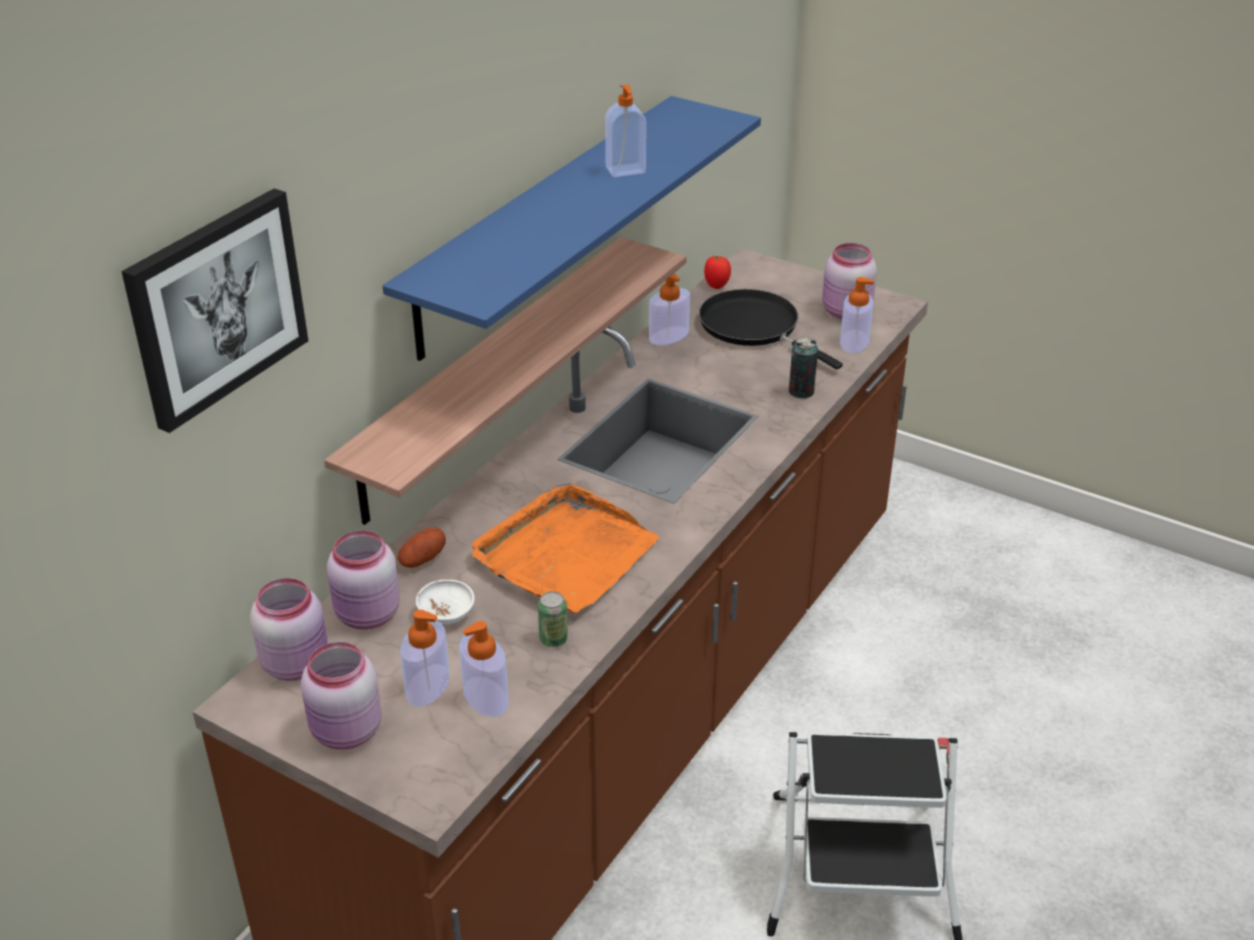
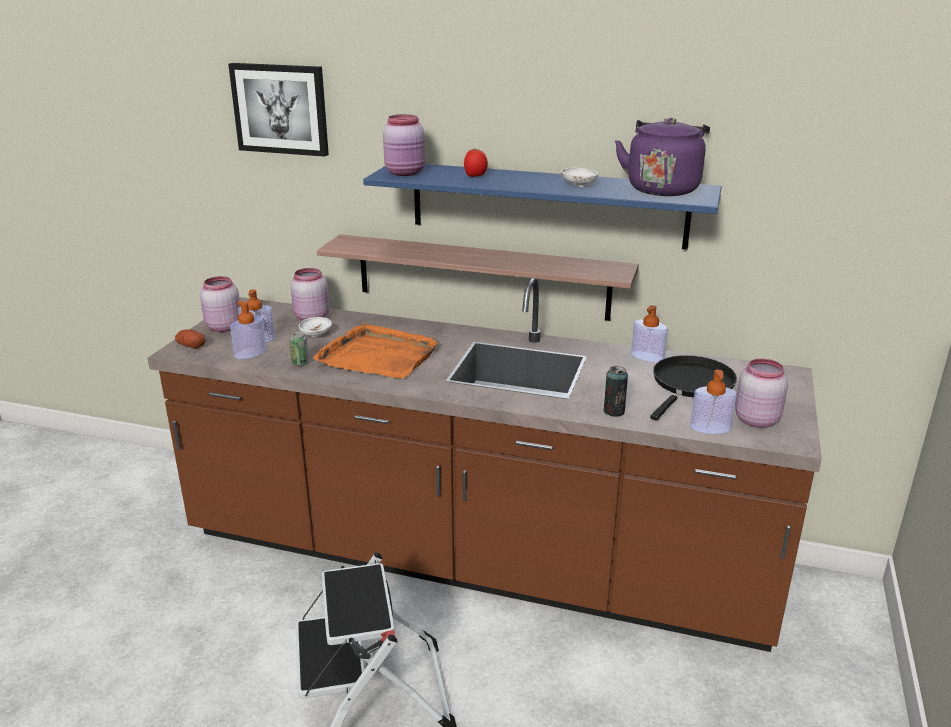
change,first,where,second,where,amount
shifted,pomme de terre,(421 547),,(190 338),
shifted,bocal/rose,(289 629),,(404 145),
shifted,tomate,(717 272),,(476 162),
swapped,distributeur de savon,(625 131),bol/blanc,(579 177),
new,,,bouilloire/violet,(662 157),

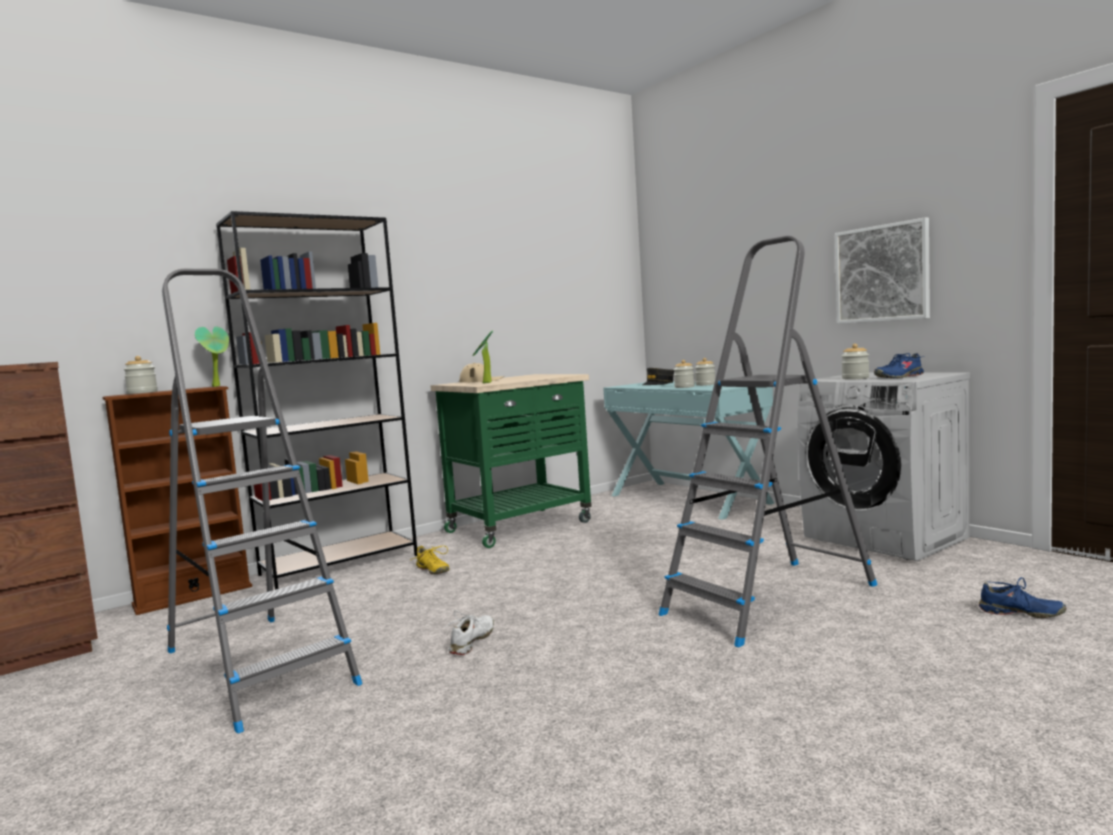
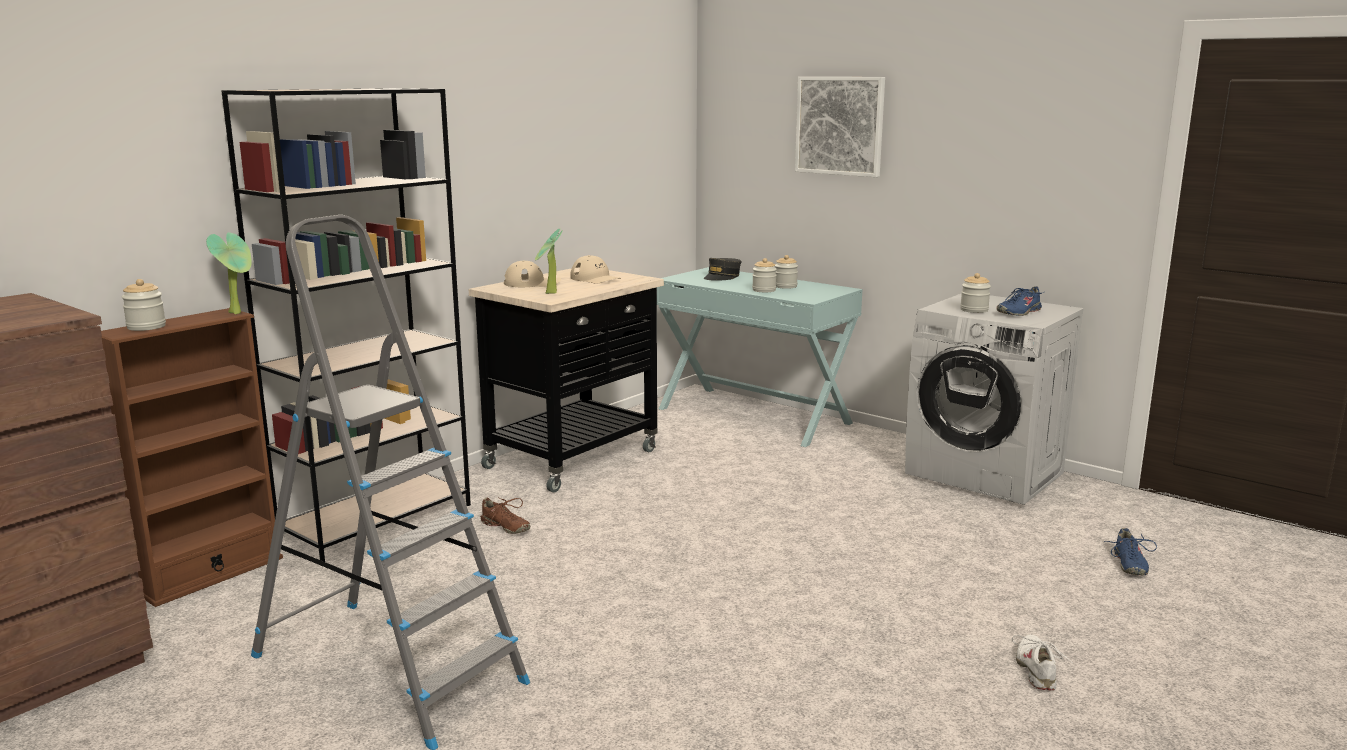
change,first,where,second,where,amount
repainted,chariot/vert,(511 461),chariot/noir,(566 379),
repainted,chaussure/jaune,(430 560),chaussure/marron,(505 515),
new,,,casquette/beige,(595 269),
shifted,tableau,(882 270),,(840 127),
shifted,chaussure/blanc,(469 632),,(1042 662),
rotated,chaussure/bleu,(1023 597),,(1130 552),90 degrees clockwise
gone,escabeau/gris,(767 441),,,

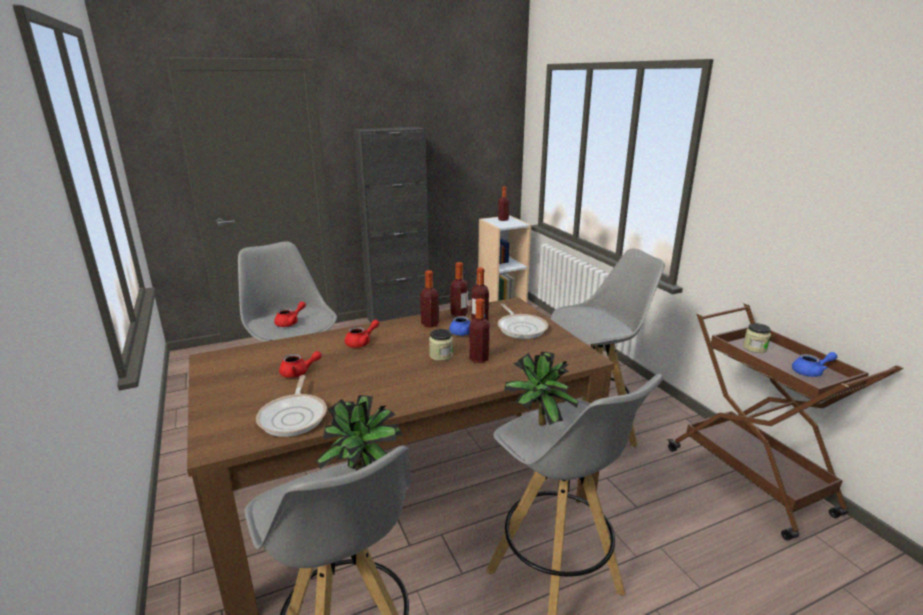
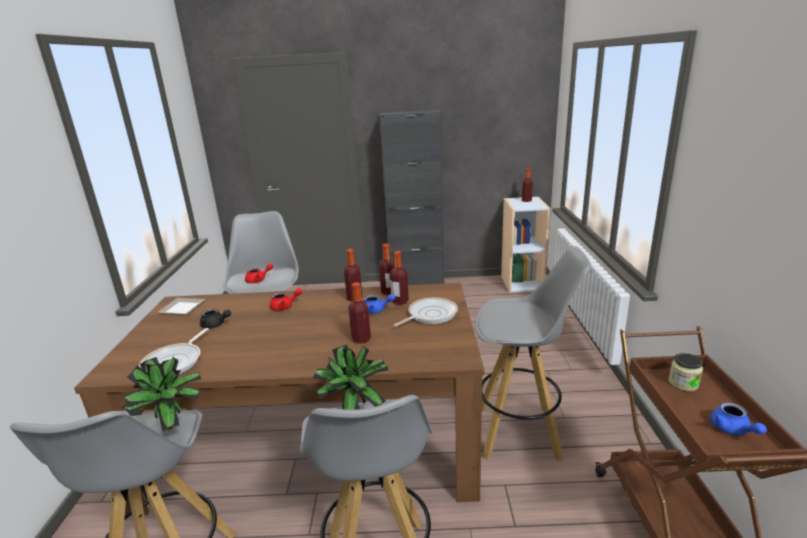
change,first,where,second,where,amount
new,,,assiette,(181 306),
repainted,théière/rouge,(300 364),théière/noir,(215 318),
rotated,poêle,(523 321),,(426 312),135 degrees counterclockwise
rotated,théière/bleu,(814 364),,(739 418),60 degrees clockwise
gone,bocal,(441 345),,,

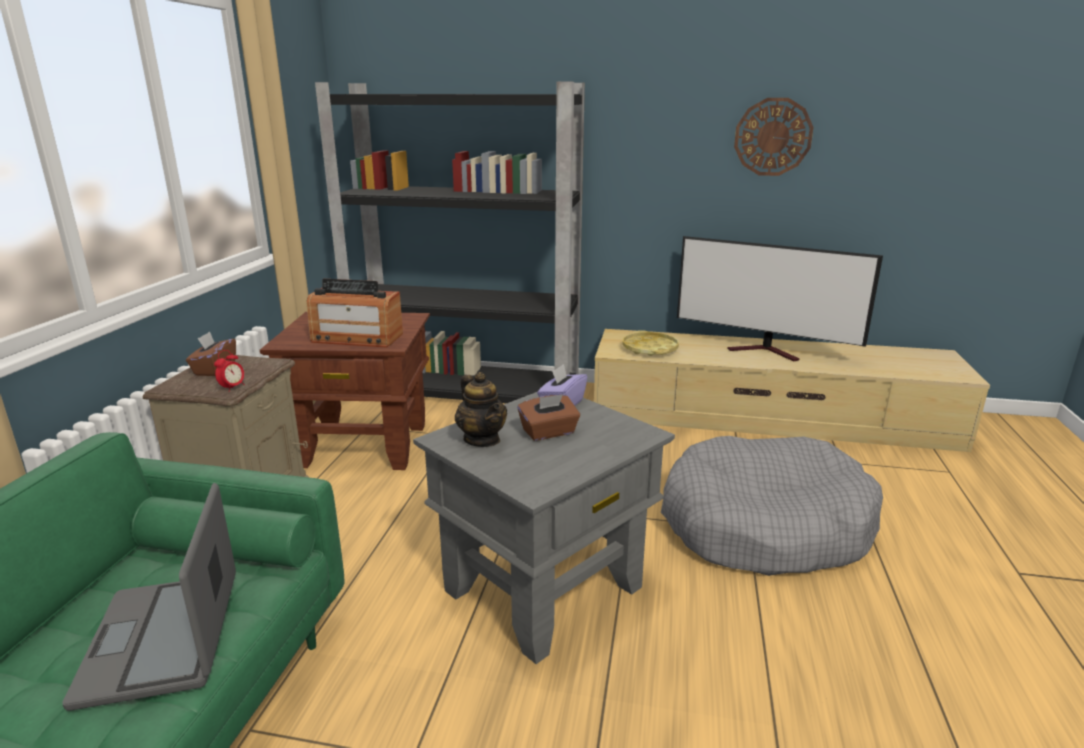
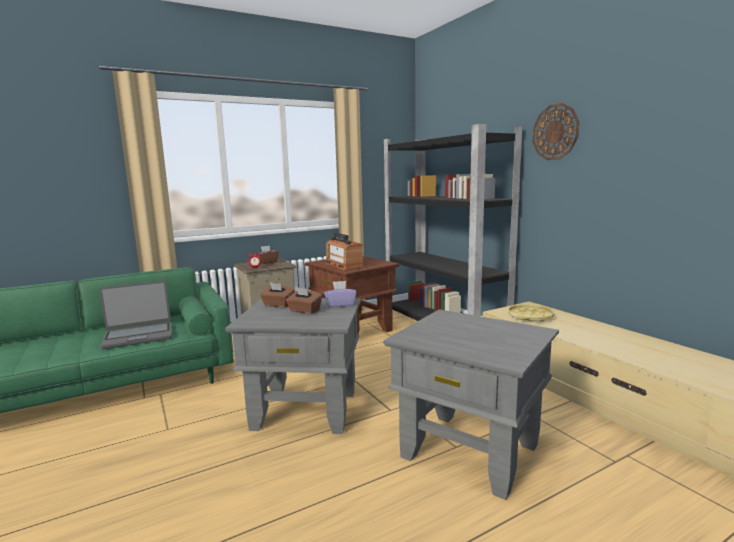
change,first,where,second,where,amount
rotated,ordinateur portable,(149 597),,(135 315),150 degrees counterclockwise
swapped,théière,(481 409),boîte à mouchoirs/marron,(277 295),
swapped,panier pour chien/gris,(772 506),table d'appoint/gris,(471 404),
shifted,horloge murale,(774 137),,(555 131),
gone,téléviseur,(780 299),,,

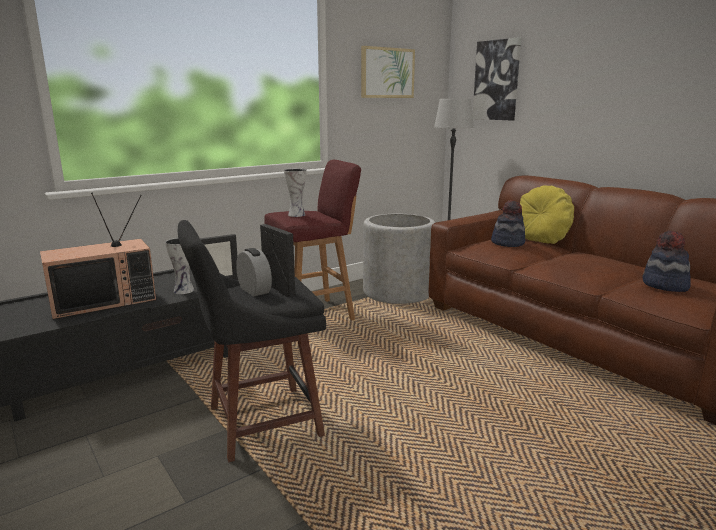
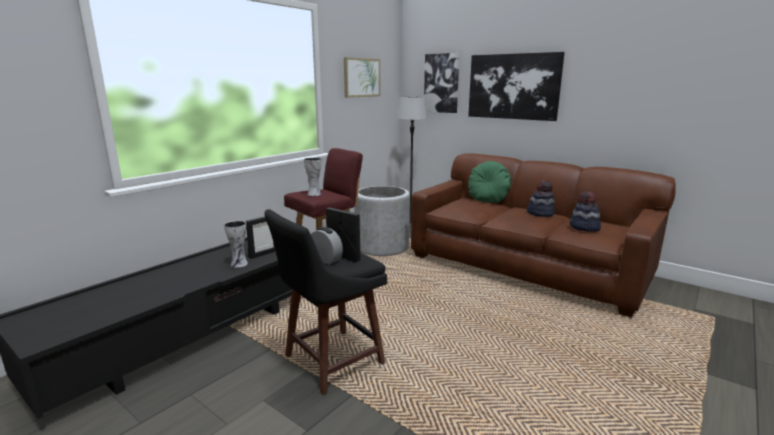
change,first,where,second,where,amount
new,,,tableau,(516 86),
repainted,coussin/jaune,(547 214),coussin/vert,(489 182),
shifted,chapeau,(508 223),,(541 198),
gone,téléviseur,(98 256),,,

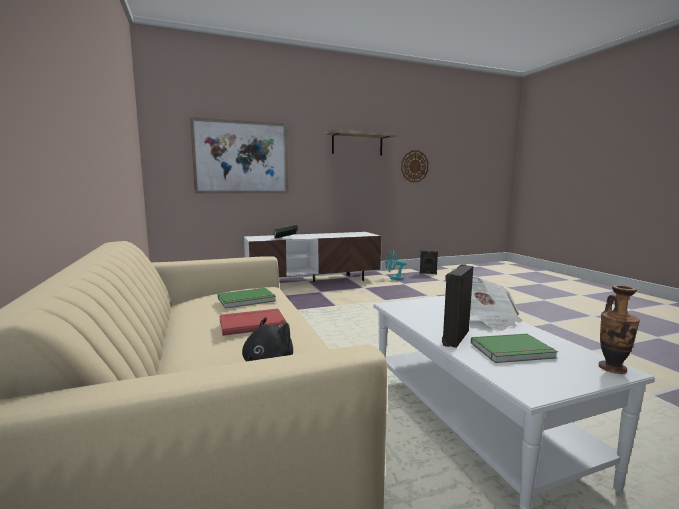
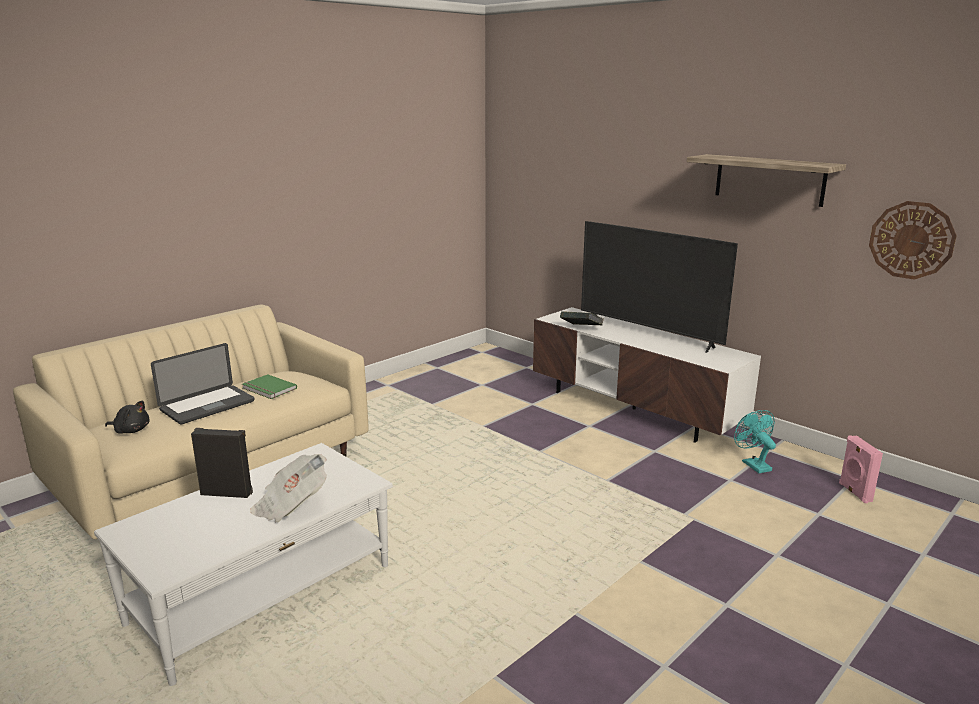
change,first,where,second,where,amount
swapped,livre/rouge,(253 322),ordinateur portable,(203 383),
new,,,téléviseur,(659 287),
repainted,enceinte/noir,(429 262),enceinte/rose,(861 469),
gone,tableau,(239 155),,,
gone,livre/vert,(514 348),,,
gone,vase,(619 329),,,

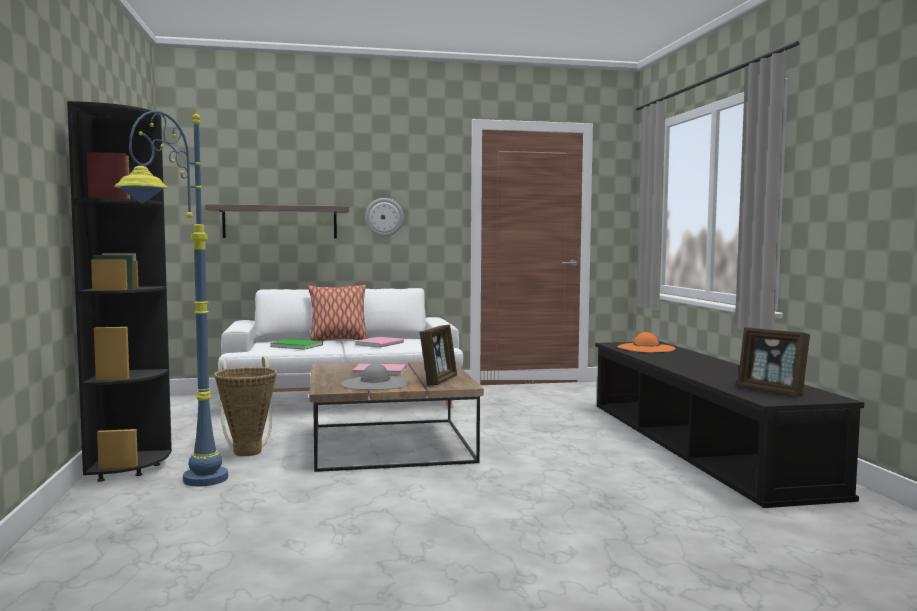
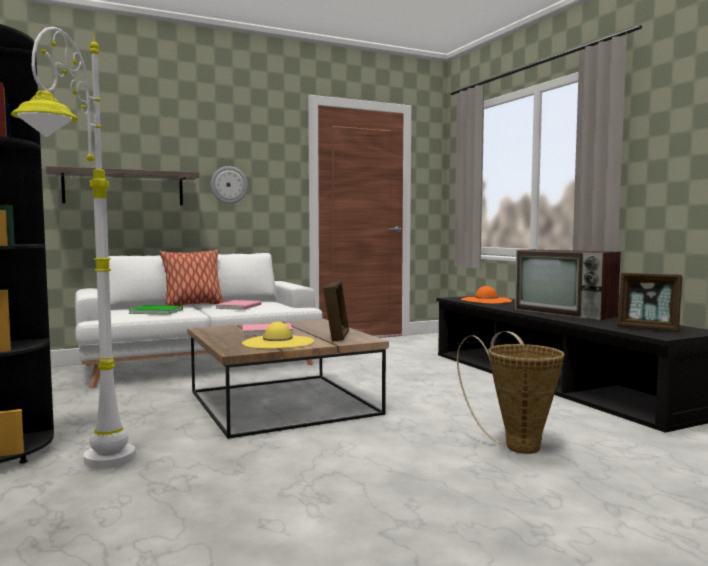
change,first,where,second,where,amount
repainted,lampadaire/bleu,(171 296),lampadaire/blanc,(73 248),
repainted,chapeau/gris,(375 376),chapeau/jaune,(278 335),
shifted,panier,(245 406),,(510 392),
new,,,téléviseur,(568 284),

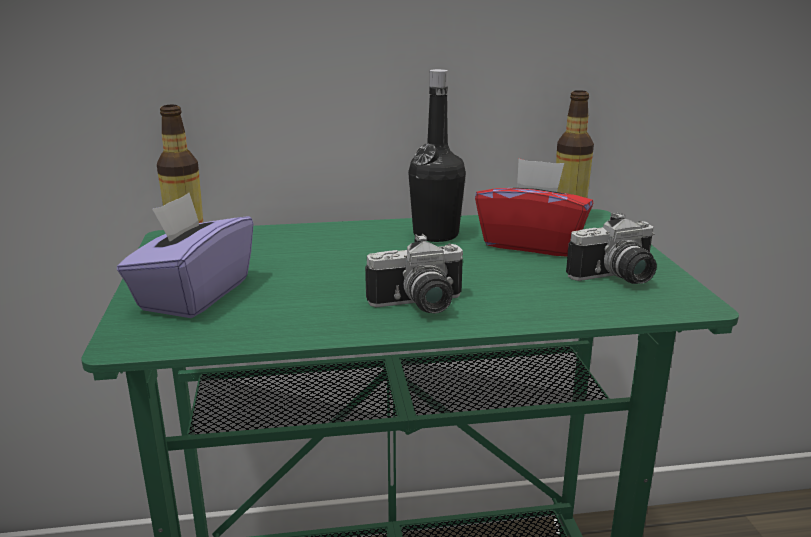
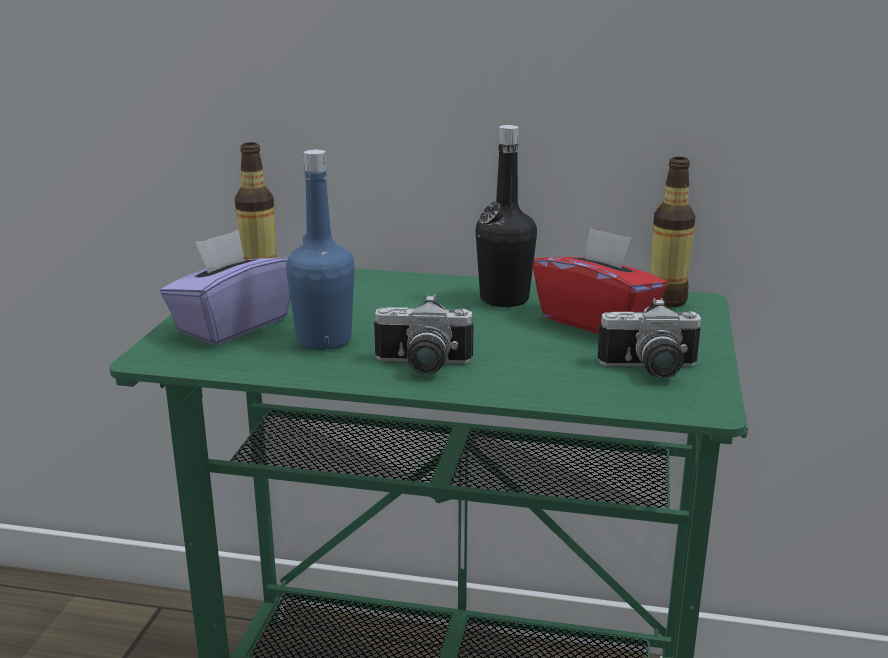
change,first,where,second,where,amount
new,,,bouteille/bleu,(320 249),

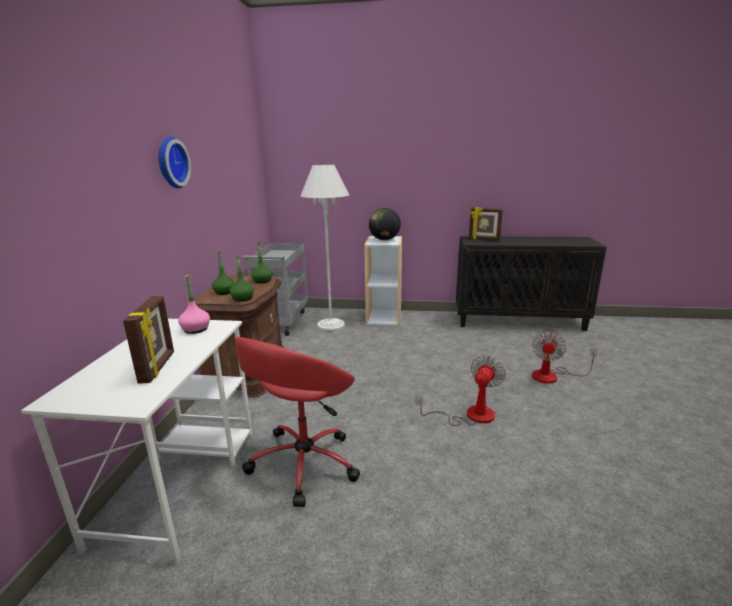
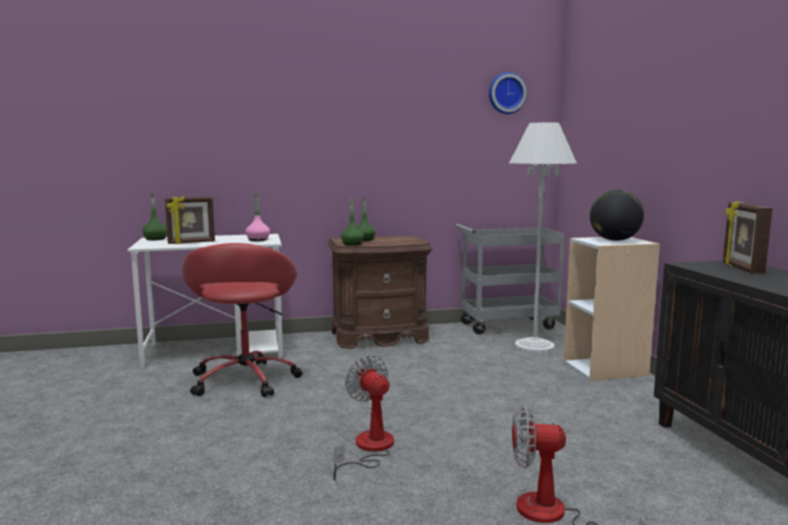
change,first,where,second,where,amount
shifted,bouteille/vert,(261 262),,(154 217),
rotated,chaise de bureau/rouge,(297 421),,(242 320),105 degrees counterclockwise
rotated,ventilateur,(461 390),,(363 417),135 degrees counterclockwise
shifted,horloge murale,(174 163),,(508 93),

